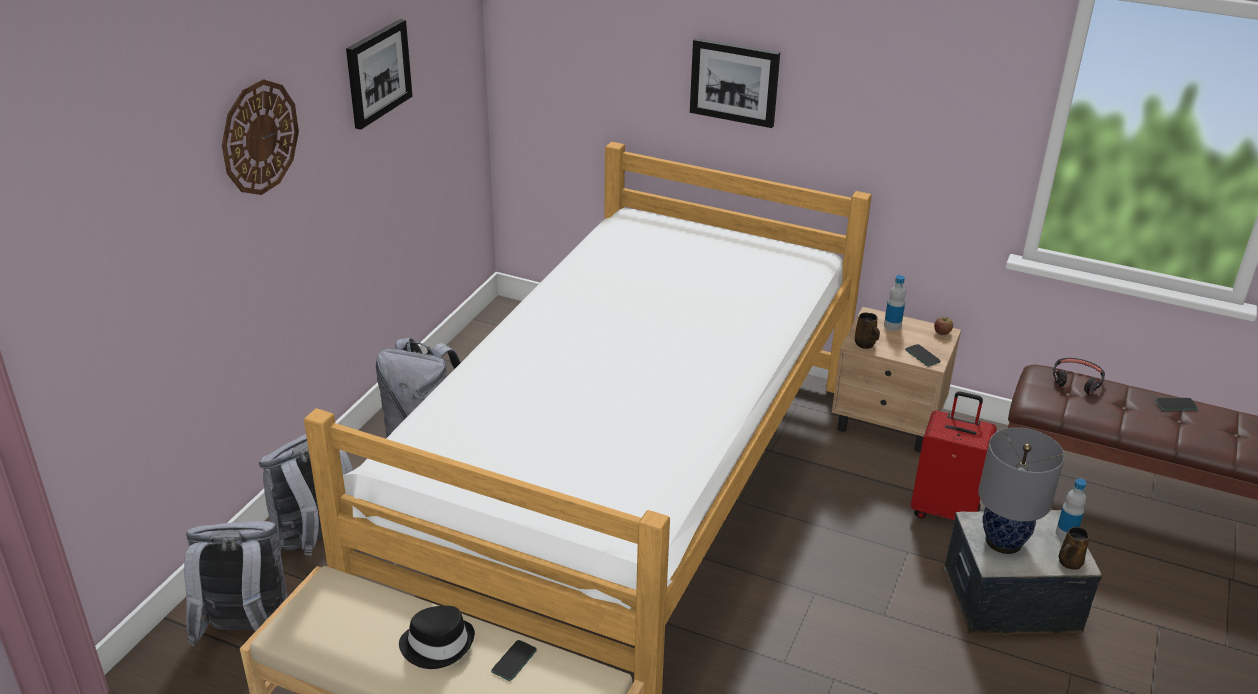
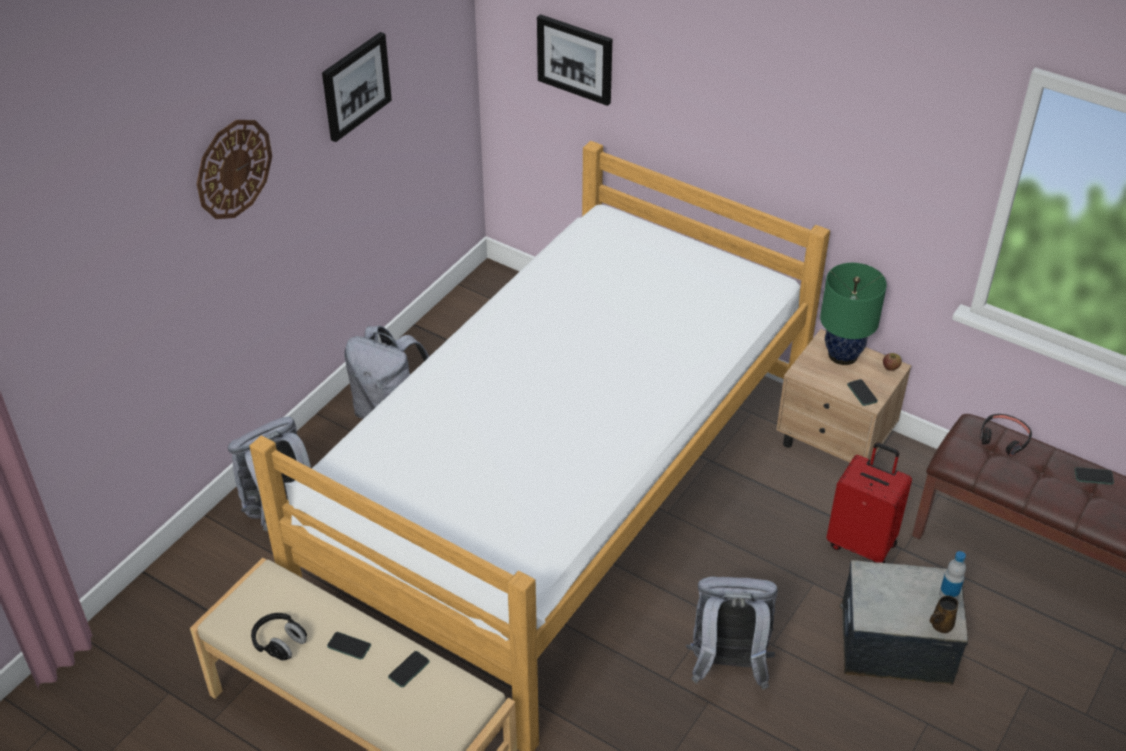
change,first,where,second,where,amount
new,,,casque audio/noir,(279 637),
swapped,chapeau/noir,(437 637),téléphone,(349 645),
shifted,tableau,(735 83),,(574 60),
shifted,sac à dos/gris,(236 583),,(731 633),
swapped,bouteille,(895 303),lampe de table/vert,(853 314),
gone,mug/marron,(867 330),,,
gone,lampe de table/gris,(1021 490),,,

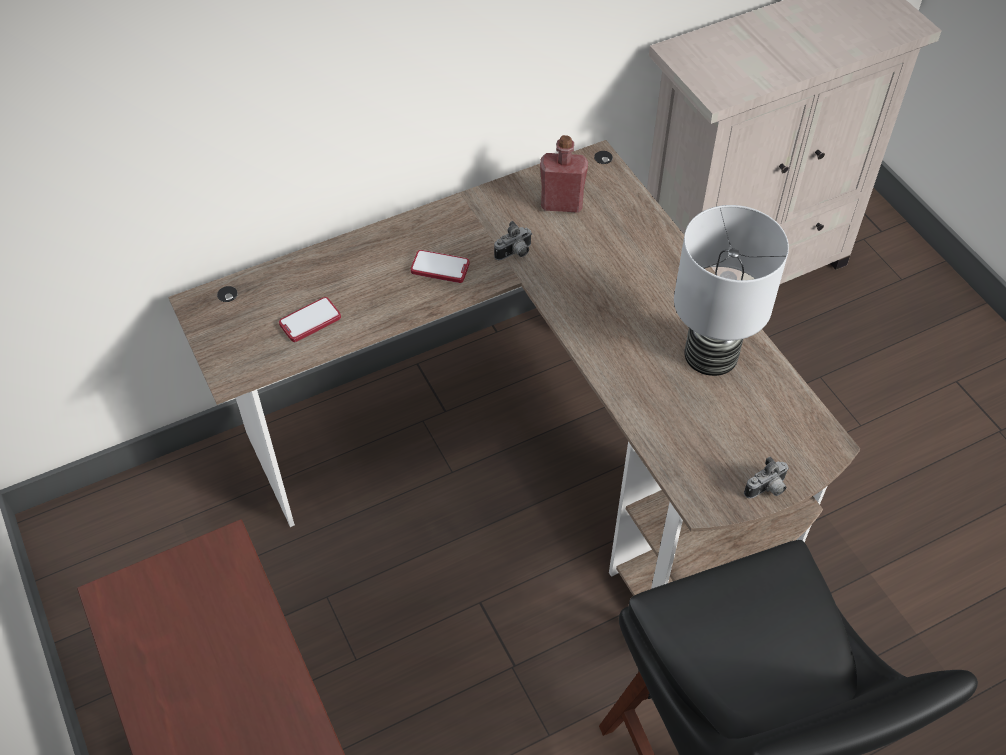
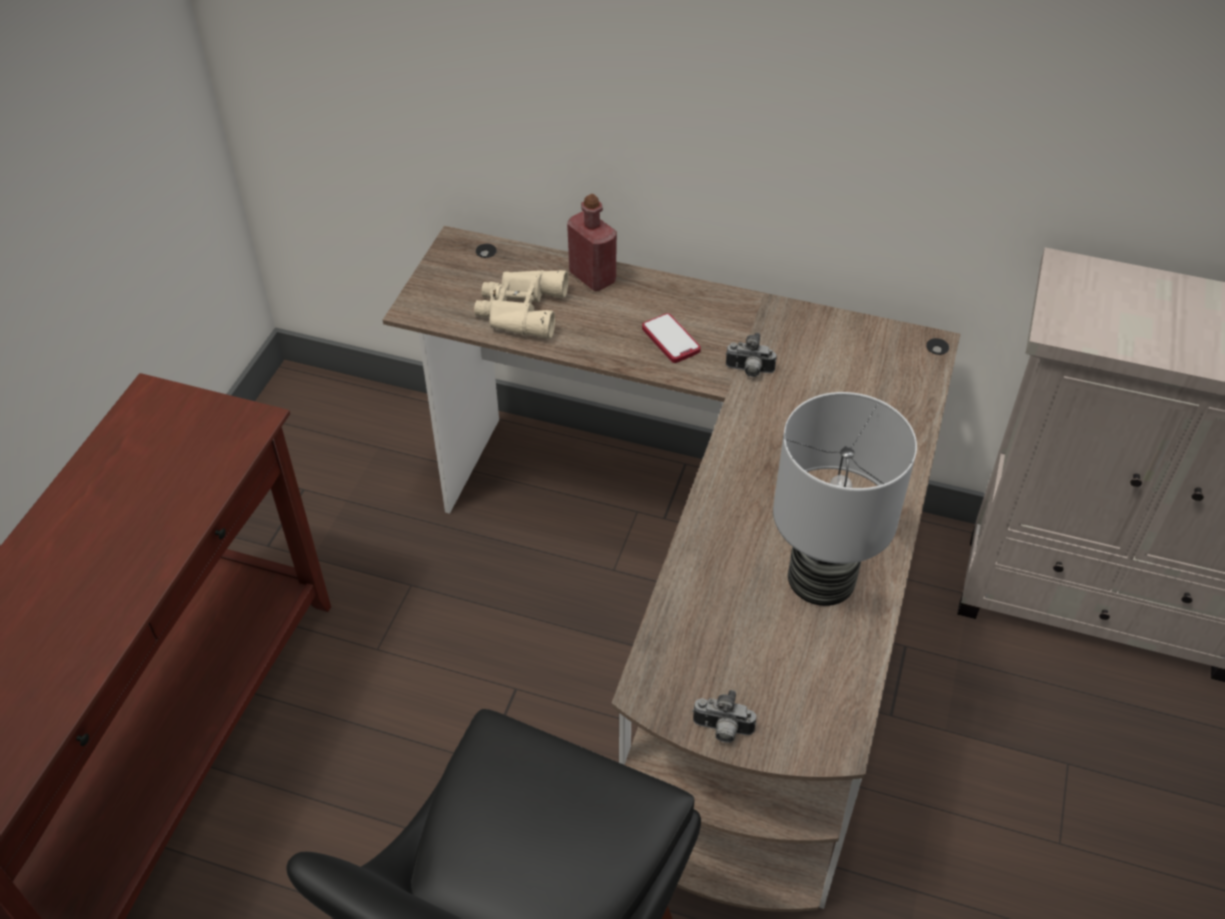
change,first,where,second,where,amount
swapped,téléphone,(310 319),jumelles/beige,(521 304),
shifted,bouteille/rouge,(564 174),,(592 242),

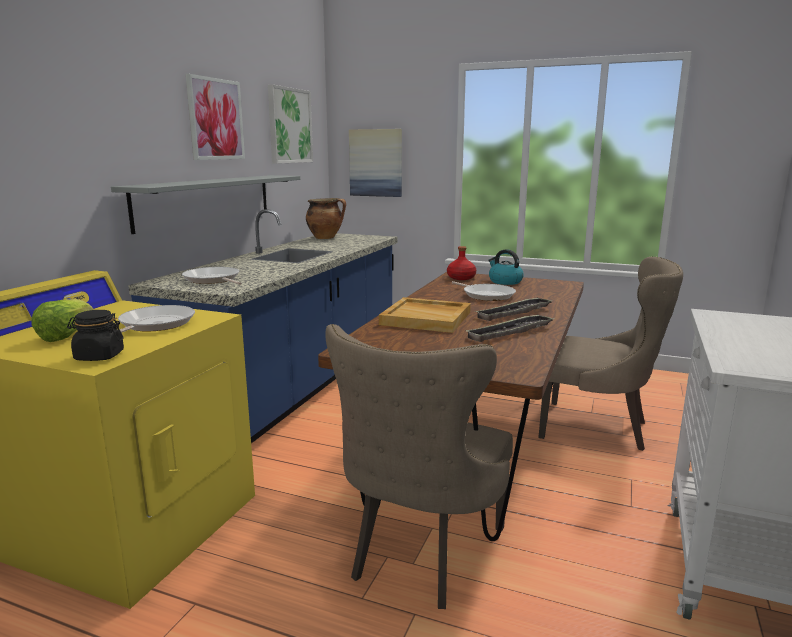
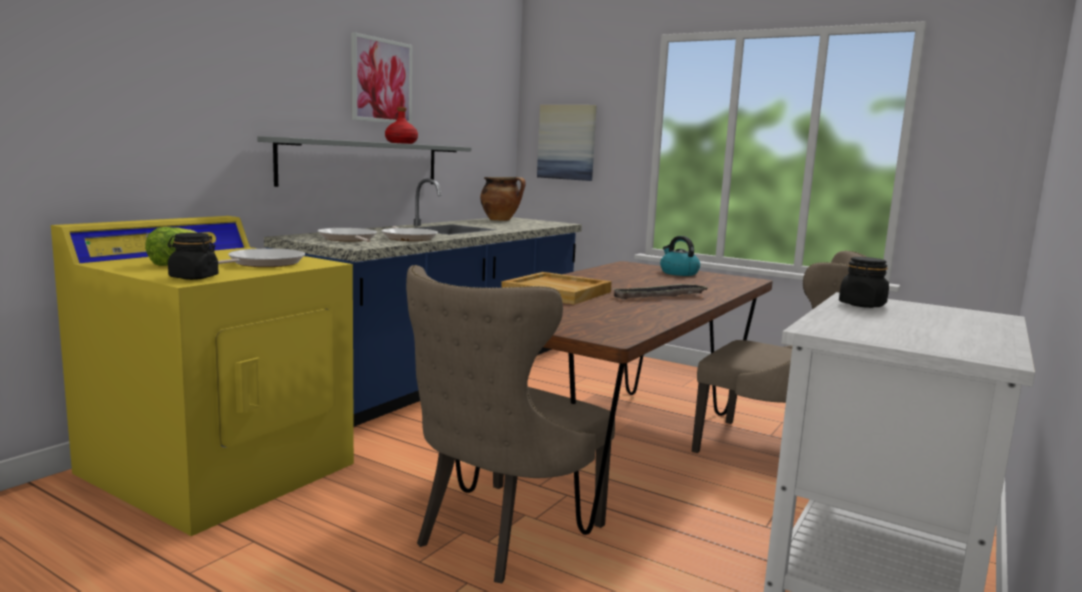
change,first,where,second,where,amount
shifted,poêle,(484 291),,(410 233),
shifted,bouteille/rouge,(461 263),,(401 125),
new,,,bocal/noir,(864 282),
gone,tableau,(290 124),,,
gone,plateau,(509 328),,,

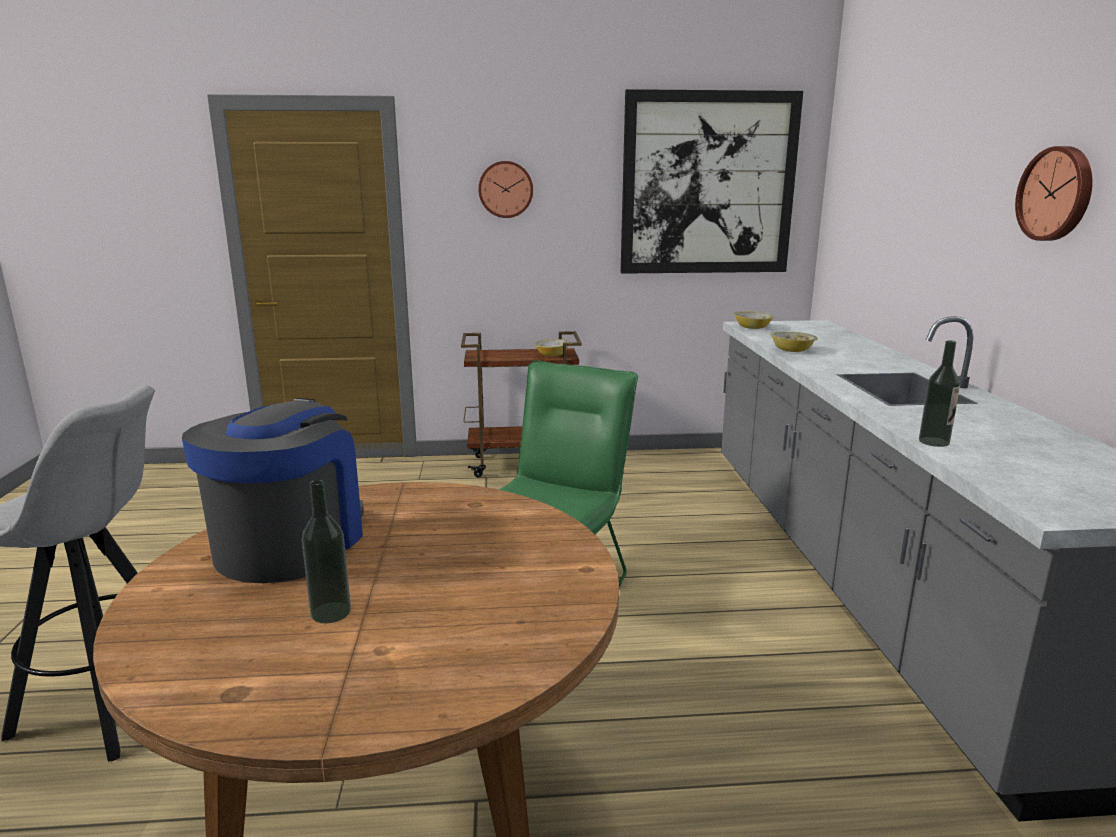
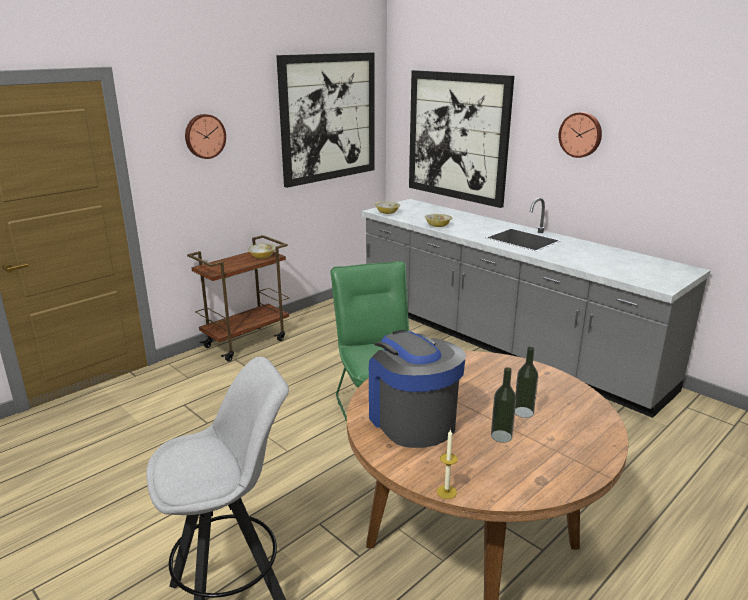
change,first,where,second,where,amount
new,,,tableau,(461 139),
new,,,bougie,(447 464),
shifted,bouteille,(939 393),,(526 382),

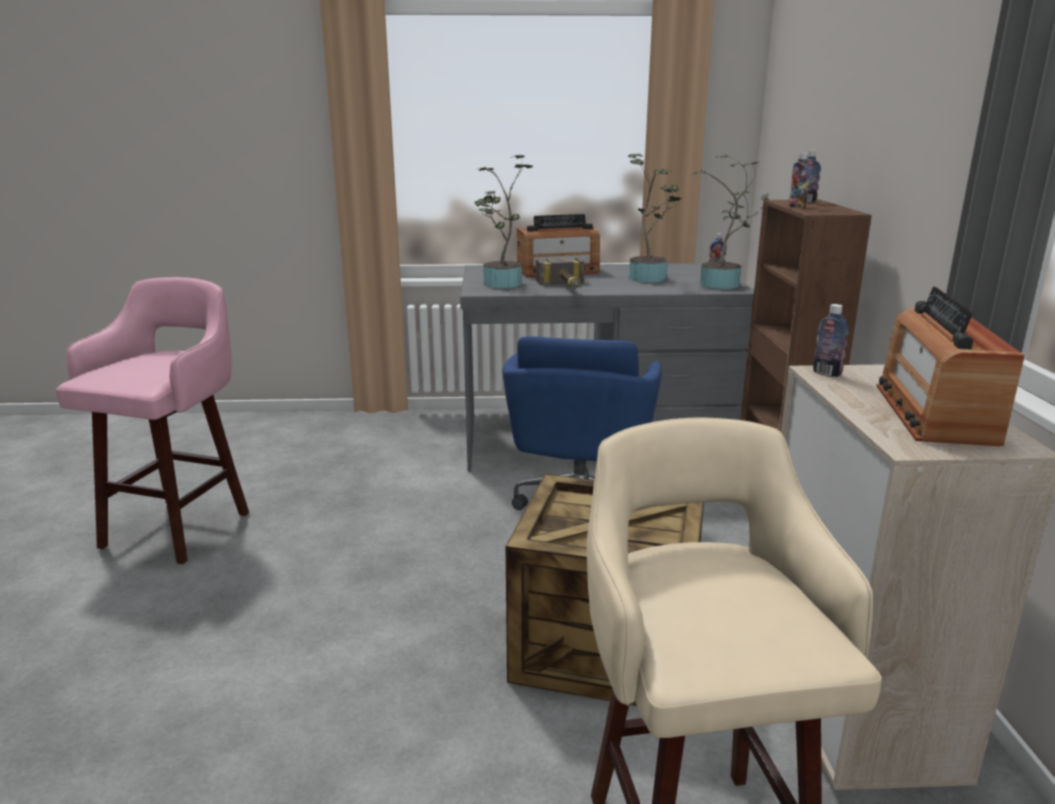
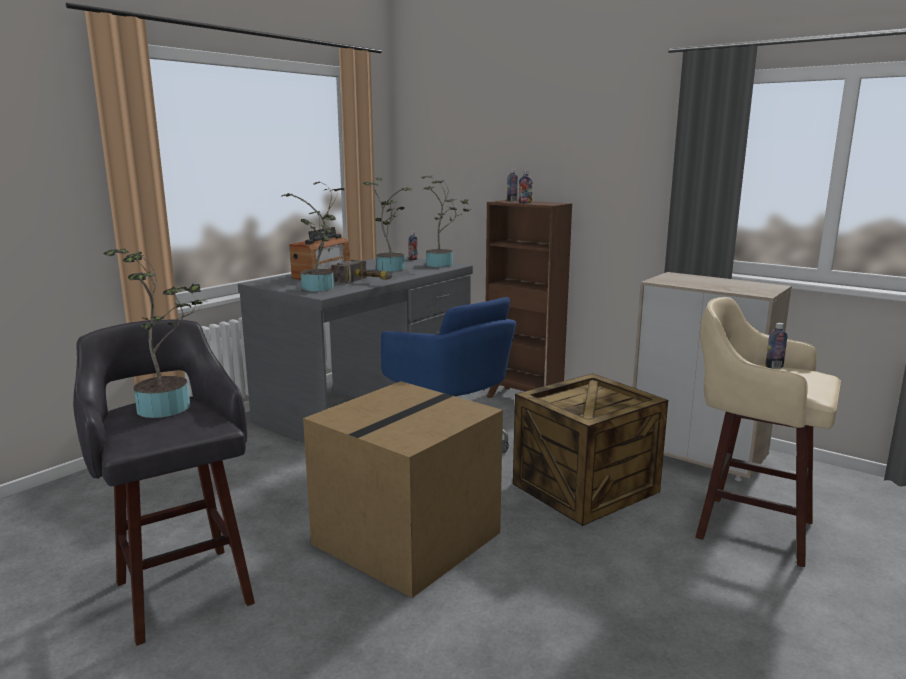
change,first,where,second,where,amount
repainted,tabouret/rose,(152 420),tabouret/gris,(164 482),
new,,,plante en pot,(155 333),
new,,,carton,(403 489),
shifted,bouteille,(831 340),,(776 345),
gone,radio,(950 367),,,

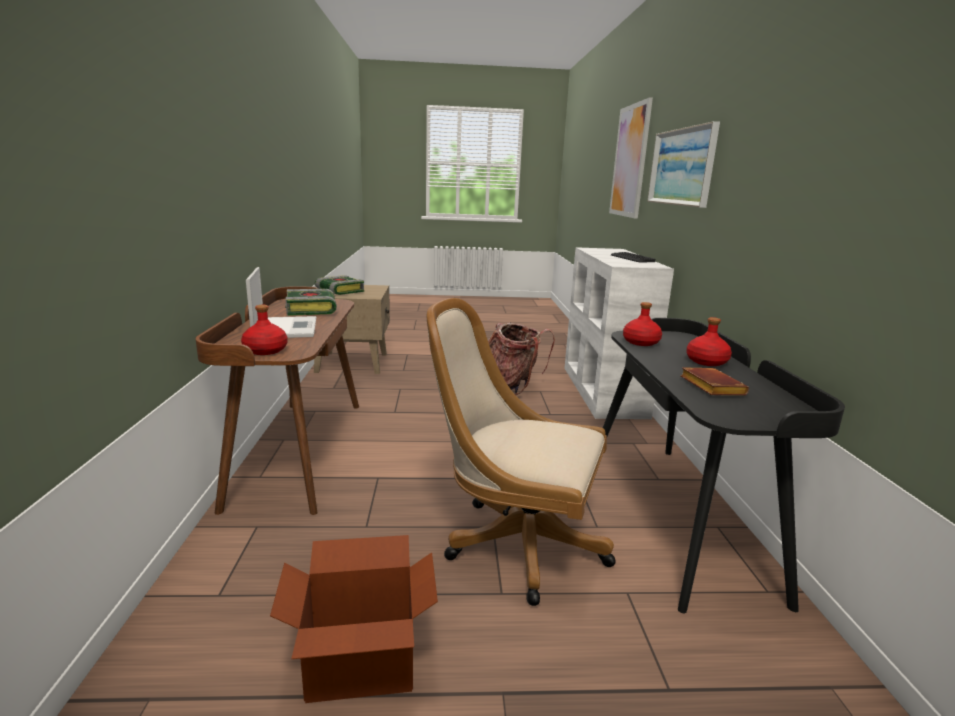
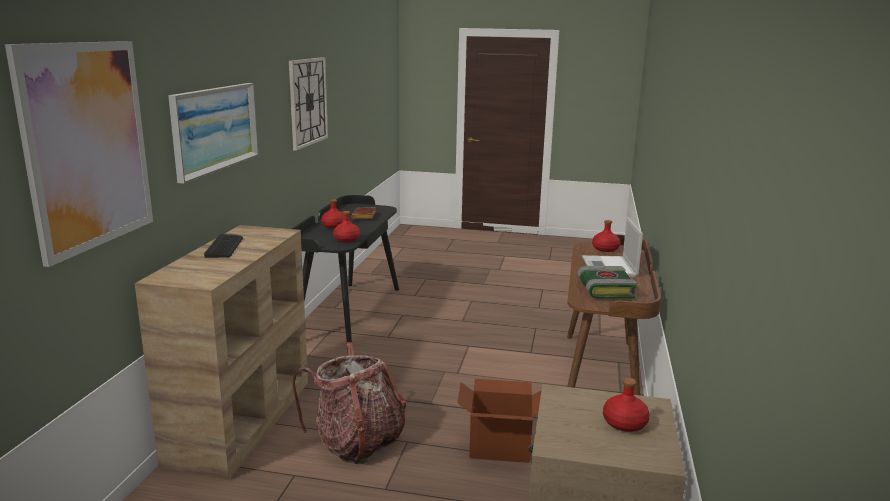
change,first,where,second,where,amount
repainted,bibliothèque/blanc,(619 333),bibliothèque/marron,(221 353),
new,,,horloge murale,(308 104),
shifted,carton,(354 619),,(499 421),
swapped,livre,(339 285),bouteille/rouge,(626 405),
gone,chaise de bureau,(521 452),,,

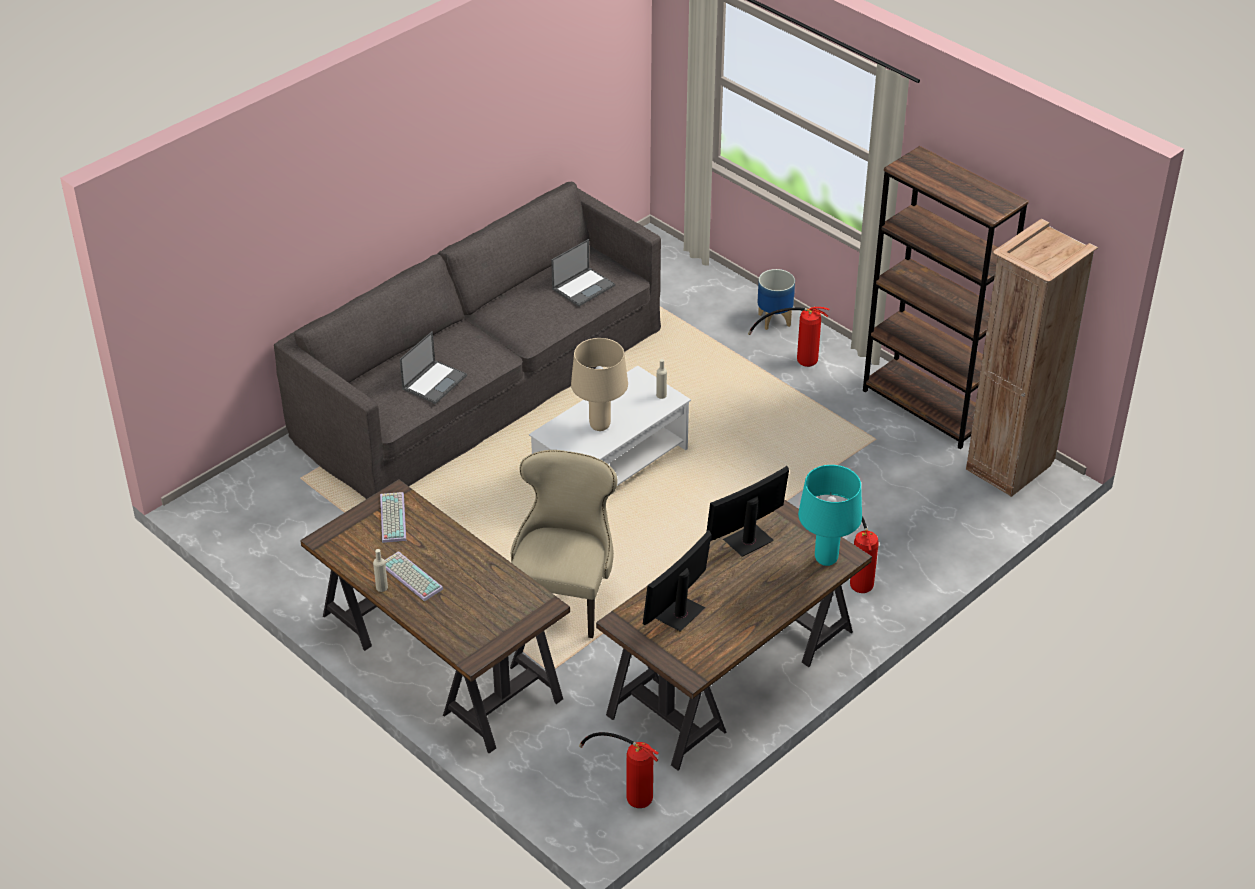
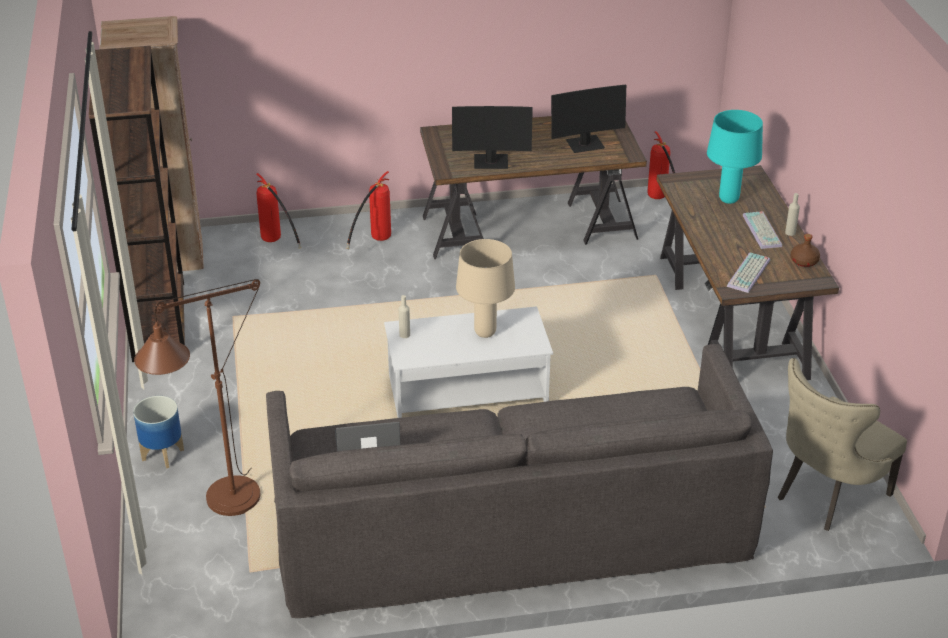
change,first,where,second,where,amount
new,,,lampadaire/marron,(197 397),
shifted,extincteur,(788 337),,(279 211),
shifted,lampe de table/turquoise,(830 515),,(735 157),
shifted,chaise/beige,(564 544),,(842 444),
new,,,bouteille/marron,(805 250),
gone,ordinateur portable,(433 367),,,

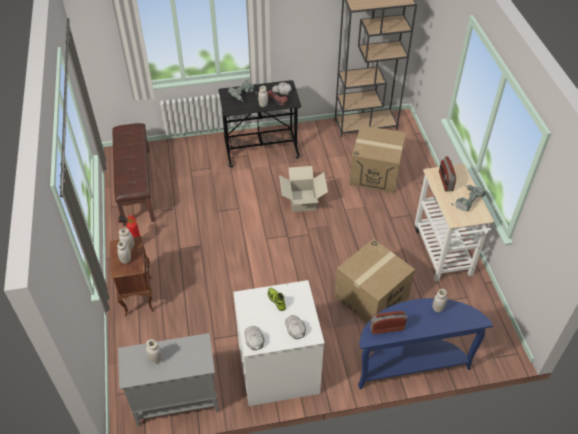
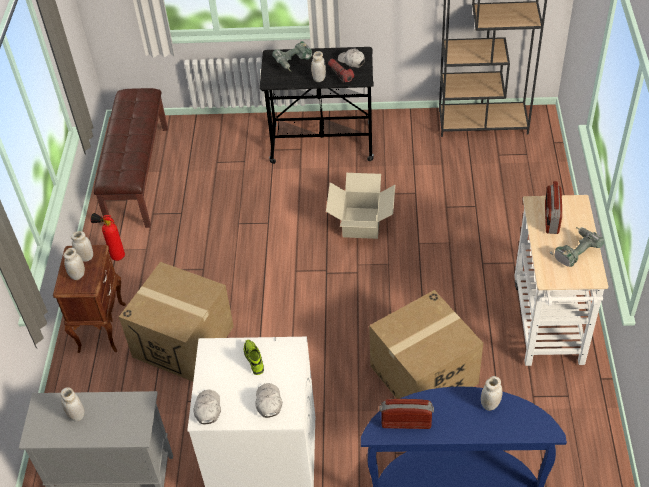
change,first,where,second,where,amount
shifted,carton,(377 159),,(176 321),

